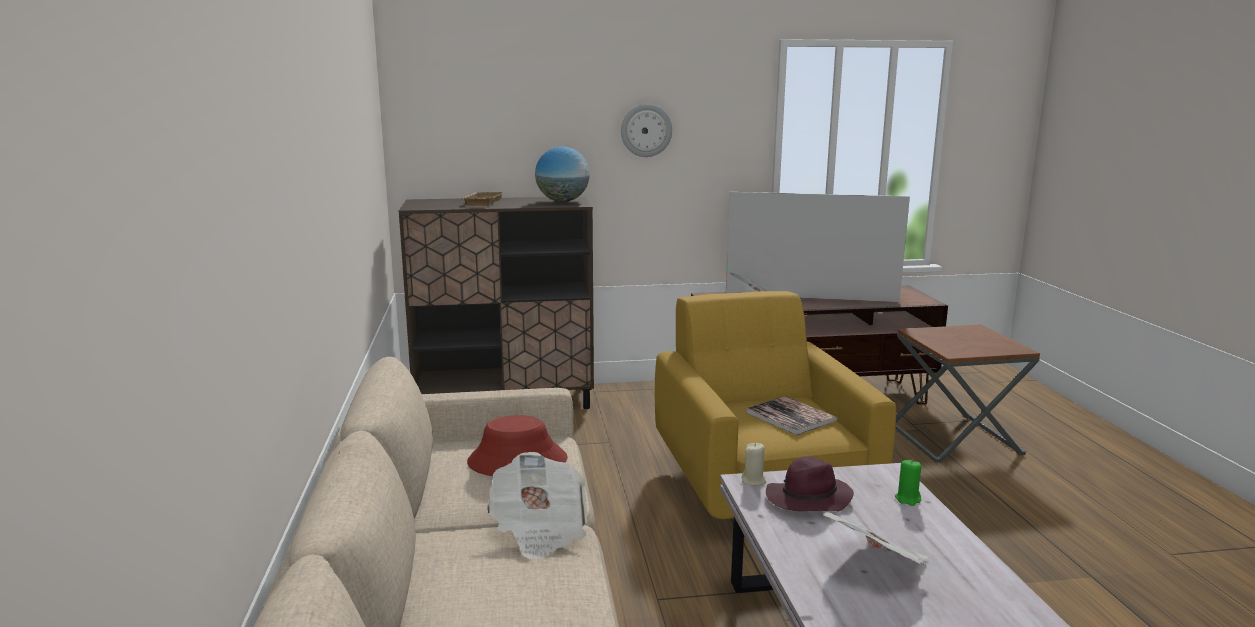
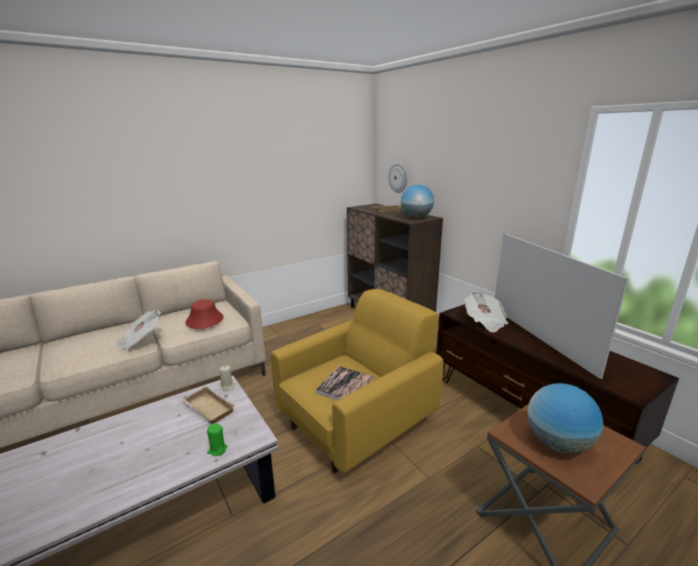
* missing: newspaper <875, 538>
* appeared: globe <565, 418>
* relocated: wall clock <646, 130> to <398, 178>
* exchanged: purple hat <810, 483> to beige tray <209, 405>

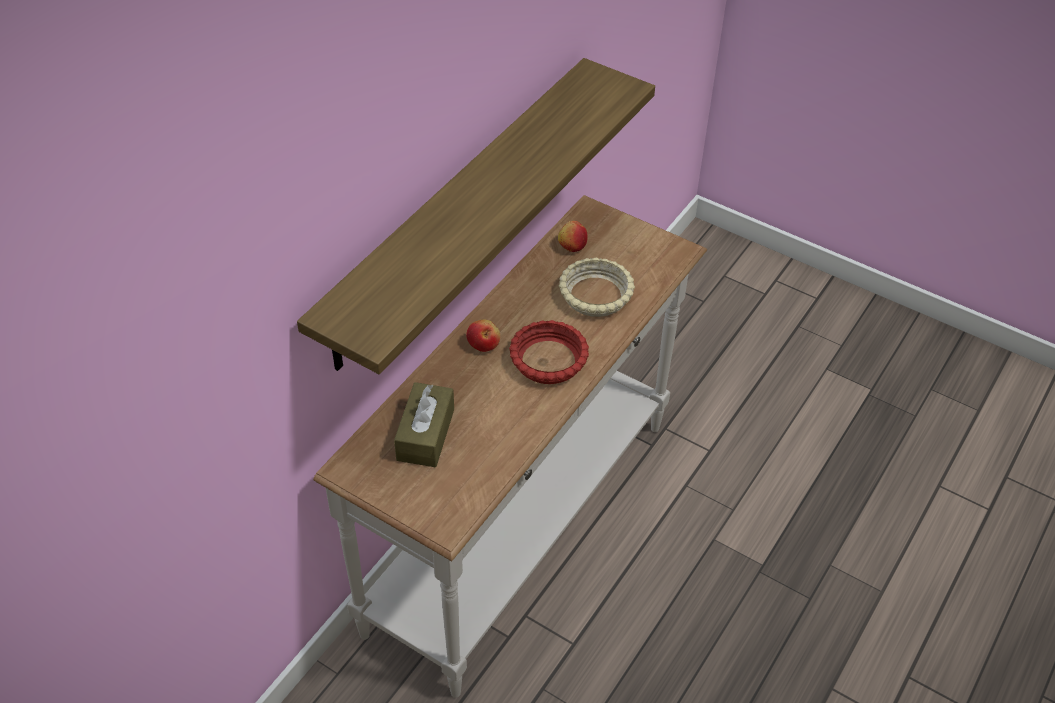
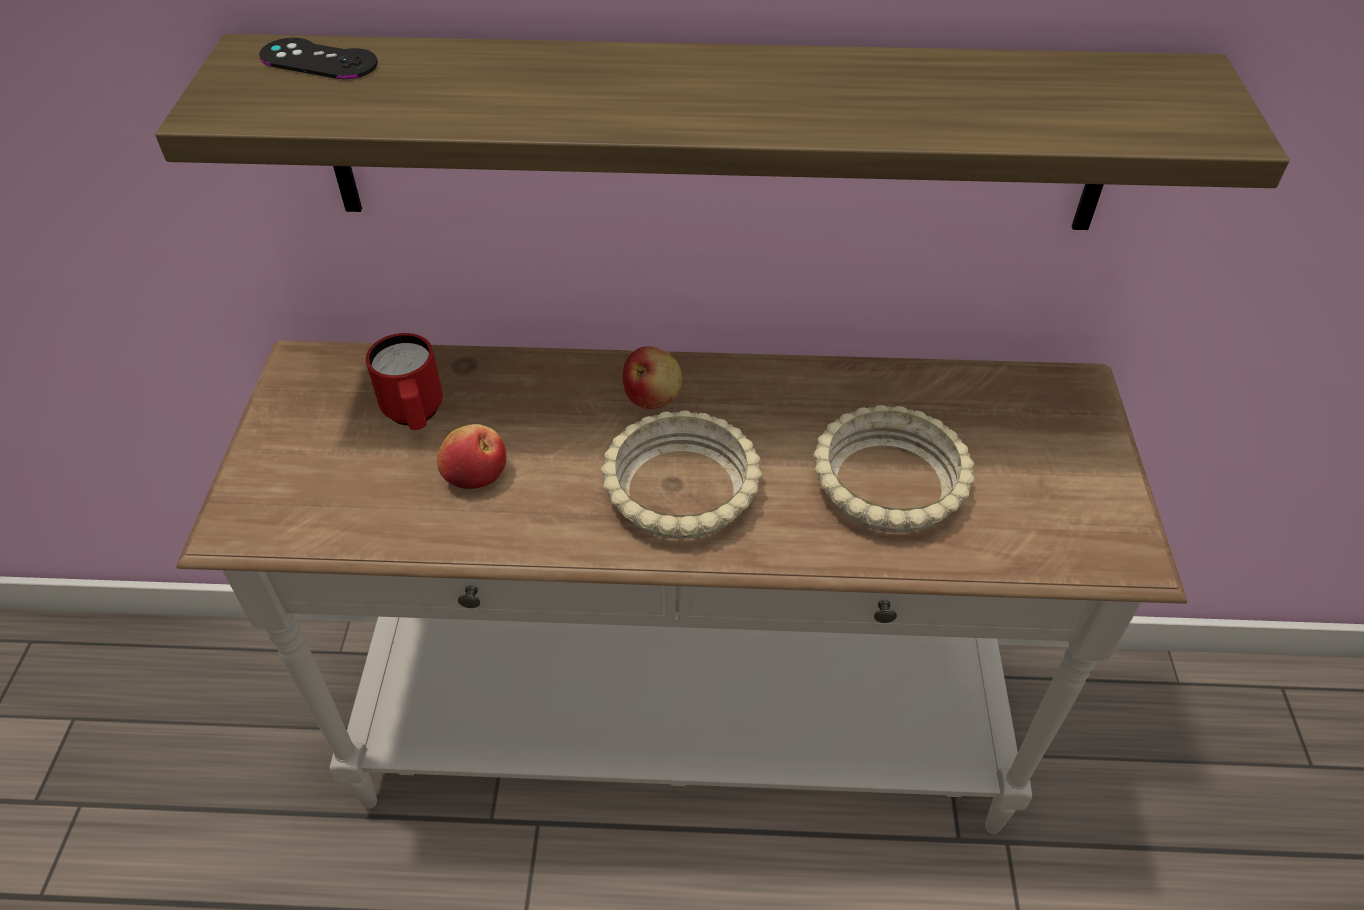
* appeared: black game controller <318, 58>
* relocated: apple <573, 236> to <471, 456>
* exchanged: brown tissue box <424, 424> to red mug <404, 381>
* colour: red bowl <549, 352> to beige bowl <681, 474>

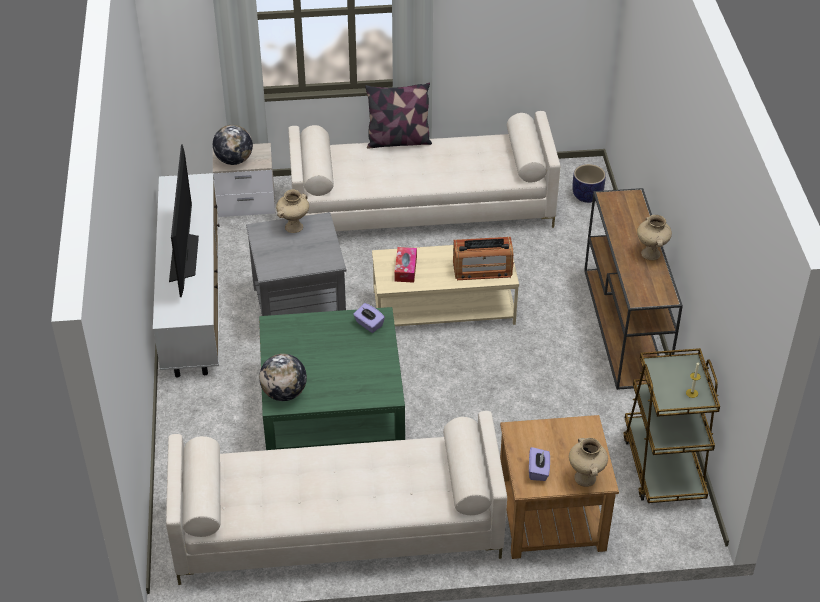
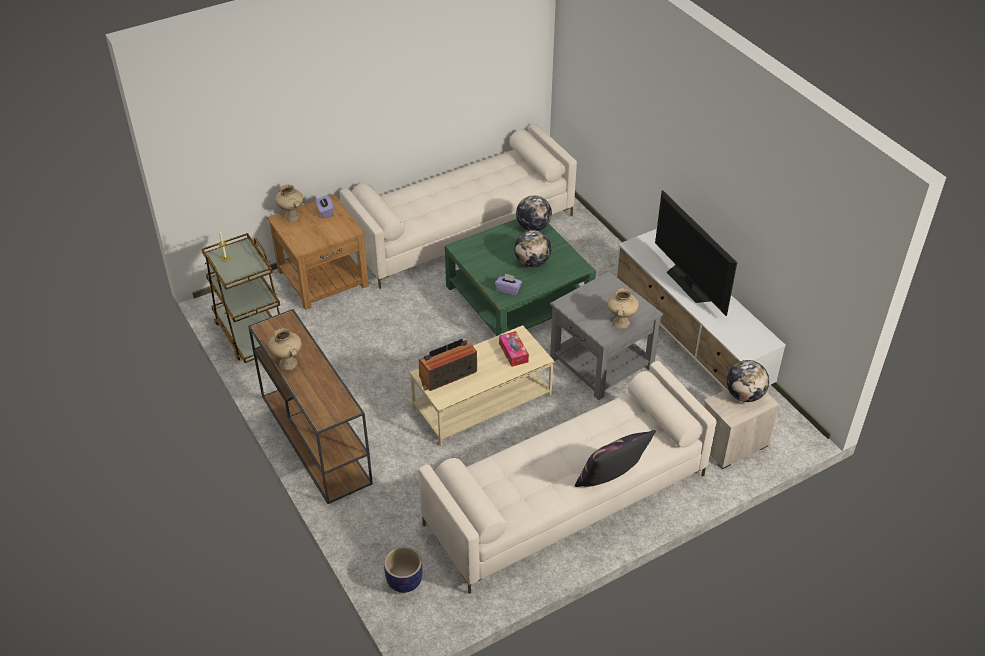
* appeared: globe <533, 248>

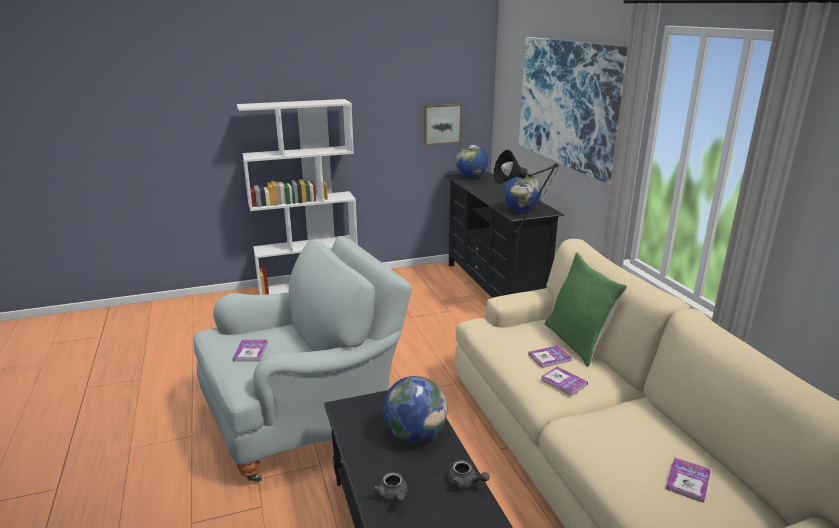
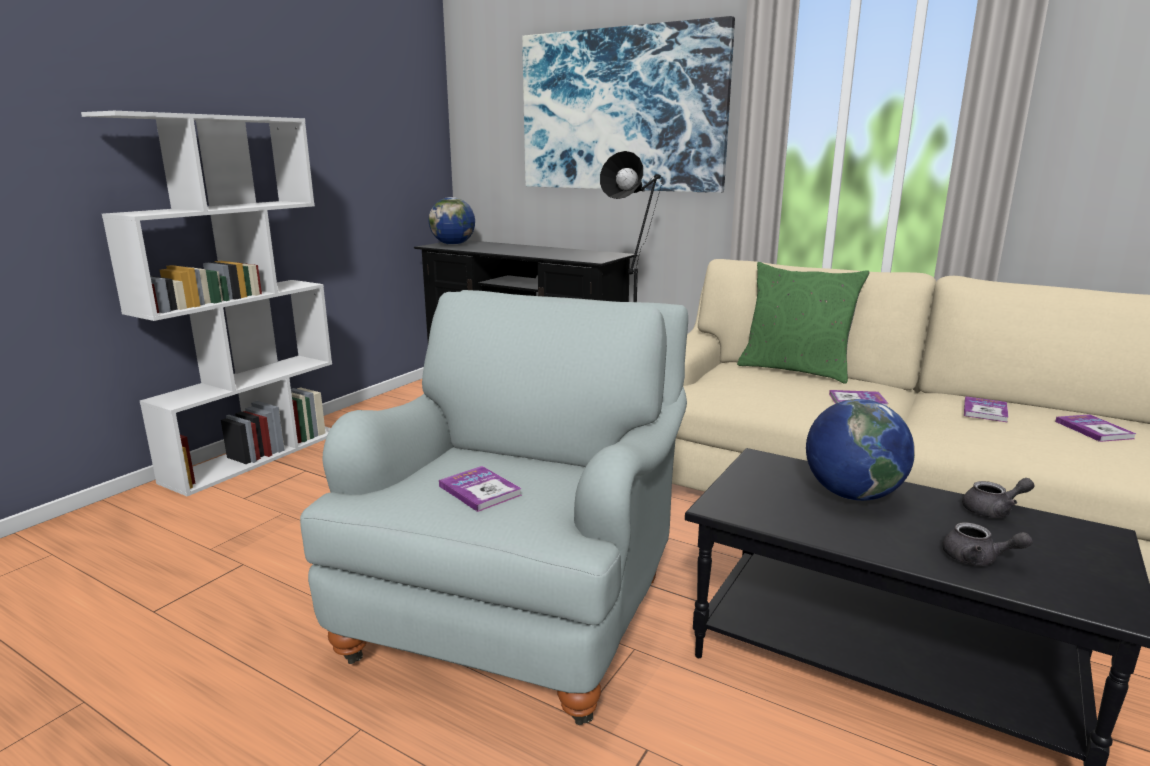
* missing: picture <443, 124>
* missing: globe <522, 193>
* relocated: book <550, 356> to <986, 409>

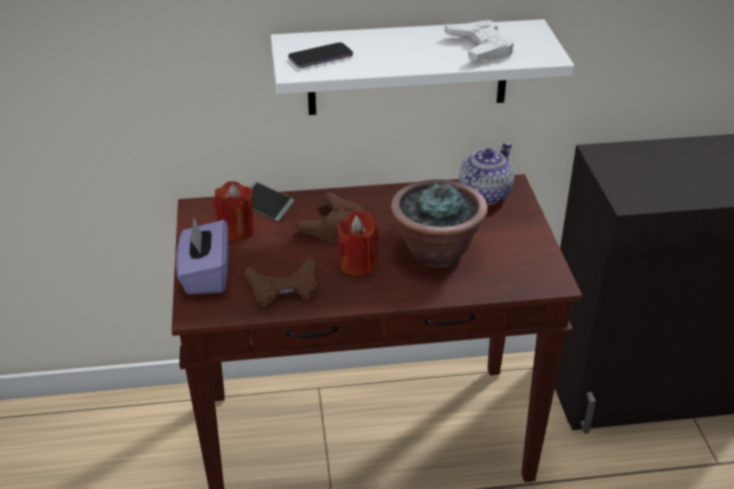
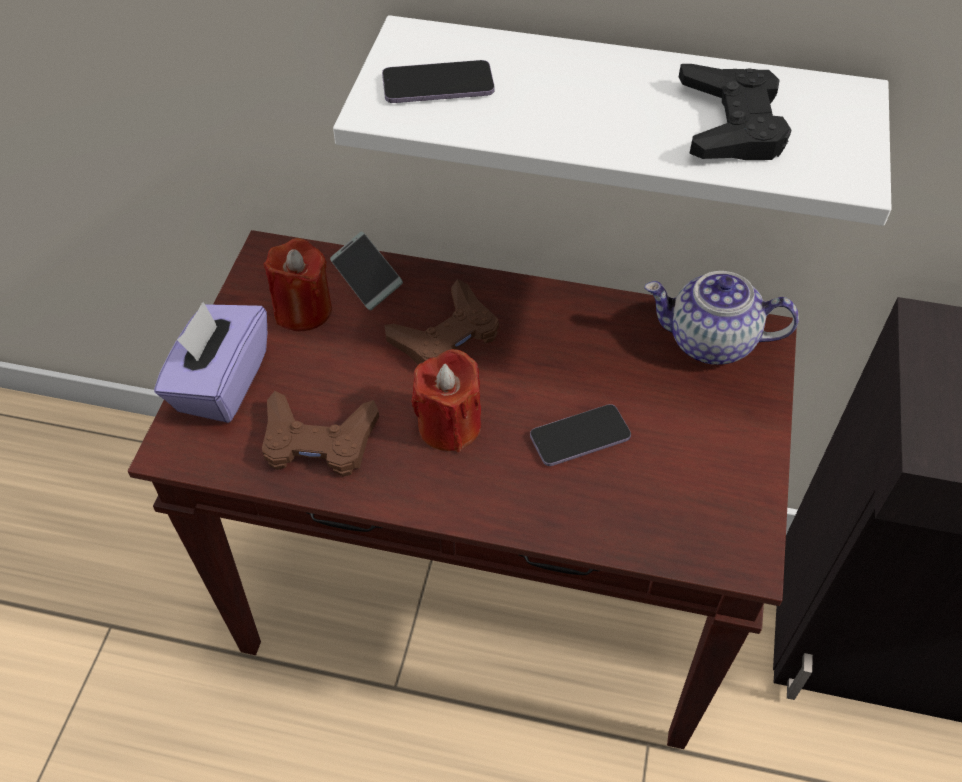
* exchanged: potted plant <439, 223> to phone <580, 435>
* colour: white game controller <479, 40> to black game controller <735, 112>
* spun: teapot <486, 173> = <721, 318> 135 degrees counterclockwise

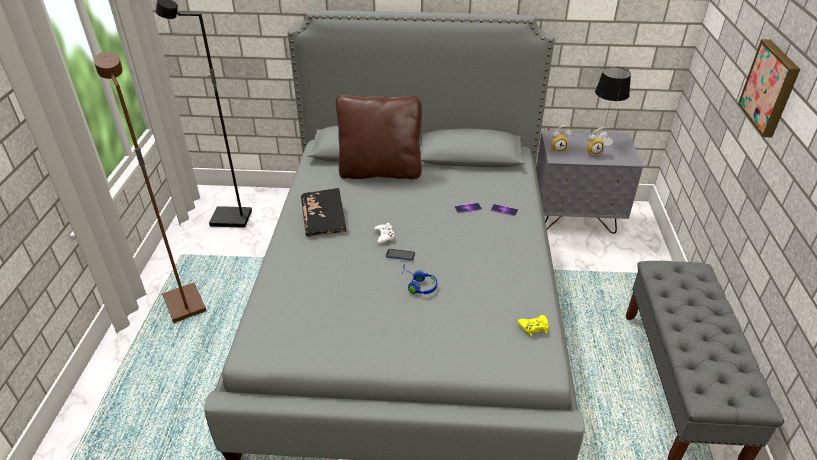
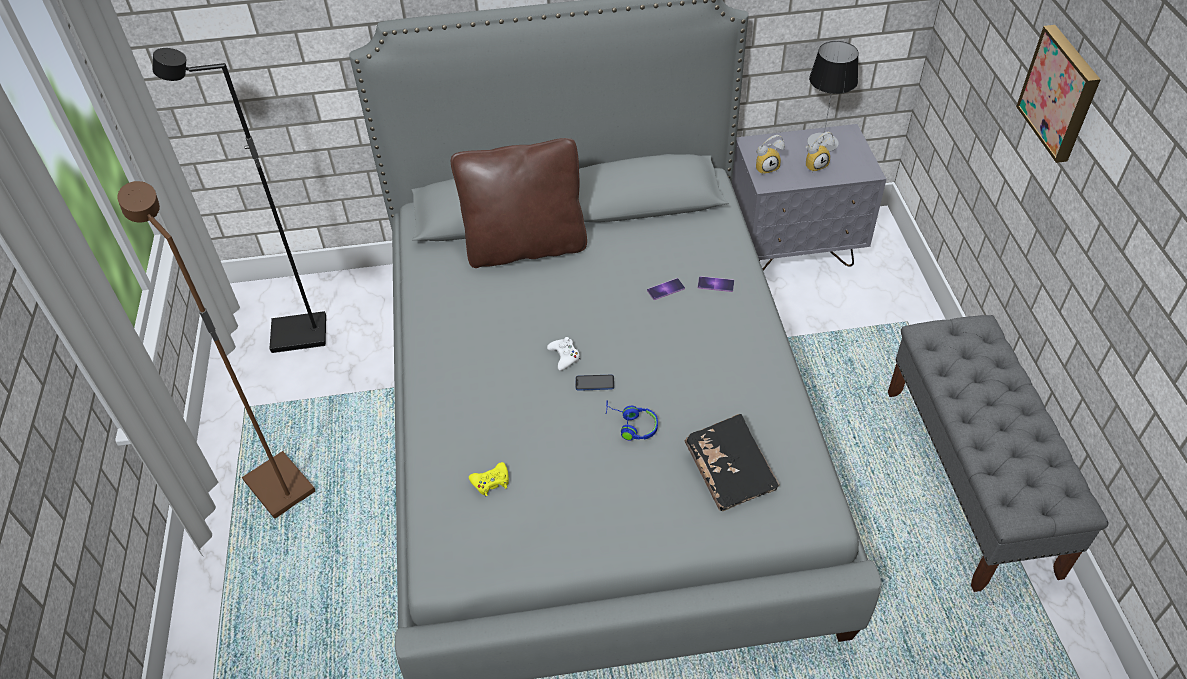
* relocated: black book <324, 212> to <732, 462>
* relocated: yellow game controller <533, 326> to <489, 479>

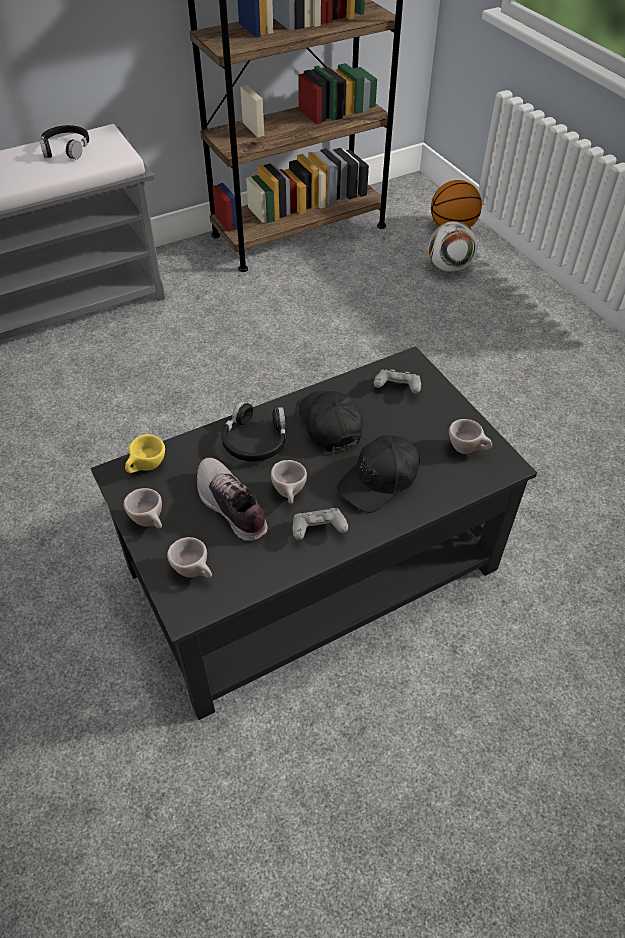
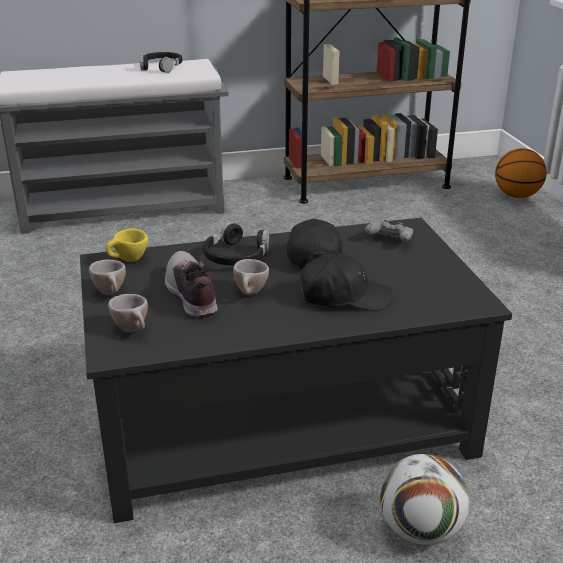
* missing: grey game controller <320, 524>
* missing: beige cup <470, 436>
* relocated: football <453, 246> to <424, 499>
* spun: black cap <378, 474> = <346, 282> 150 degrees counterclockwise

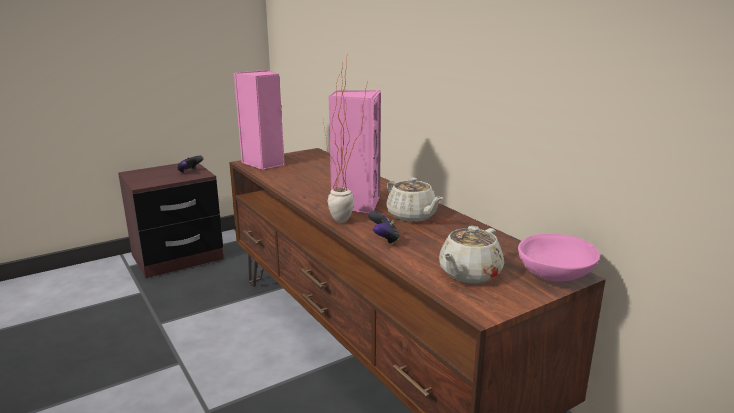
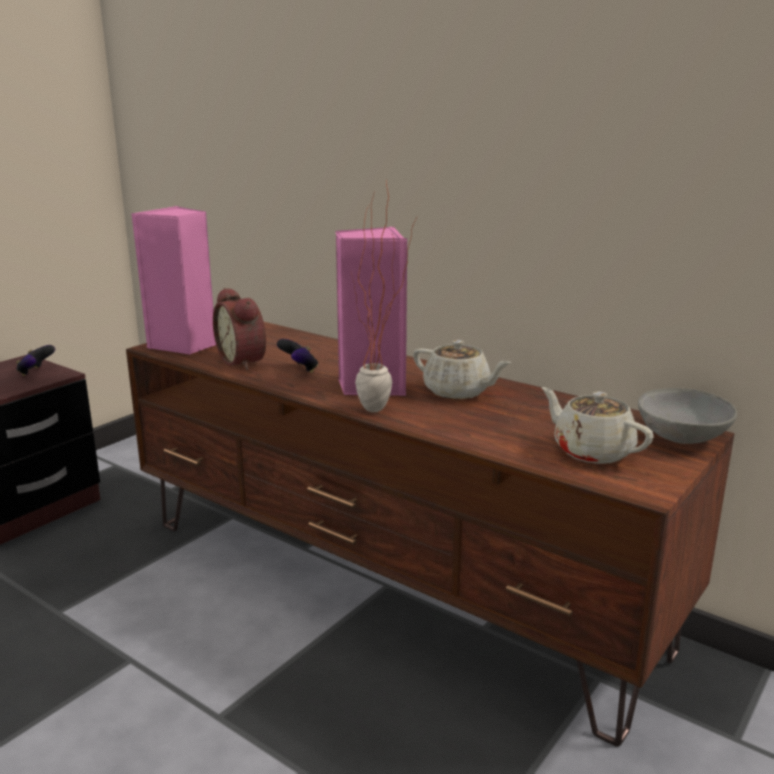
* appeared: alarm clock <239, 329>
* relocated: game controller <384, 228> to <298, 356>
* colour: pink bowl <559, 257> to grey bowl <687, 416>
* spun: beige teapot <471, 254> = <598, 425> 120 degrees clockwise

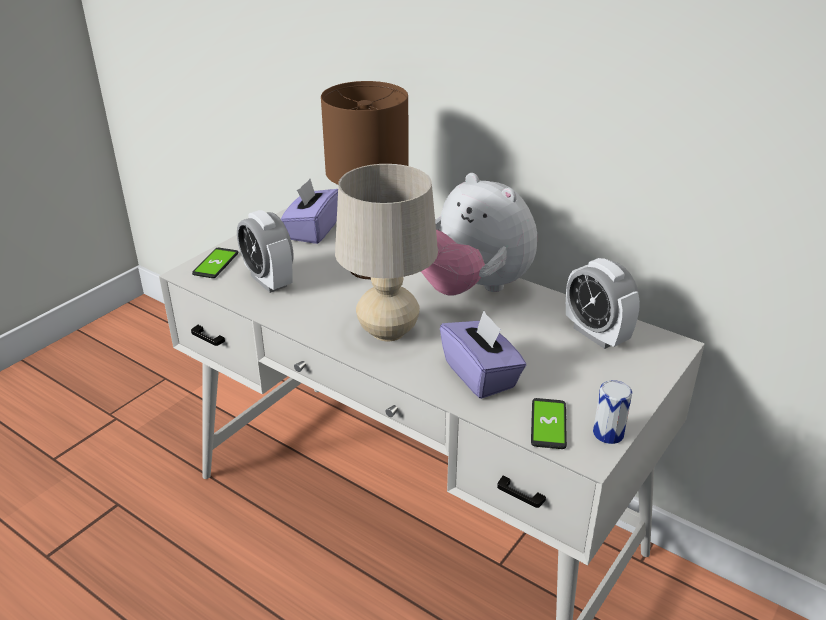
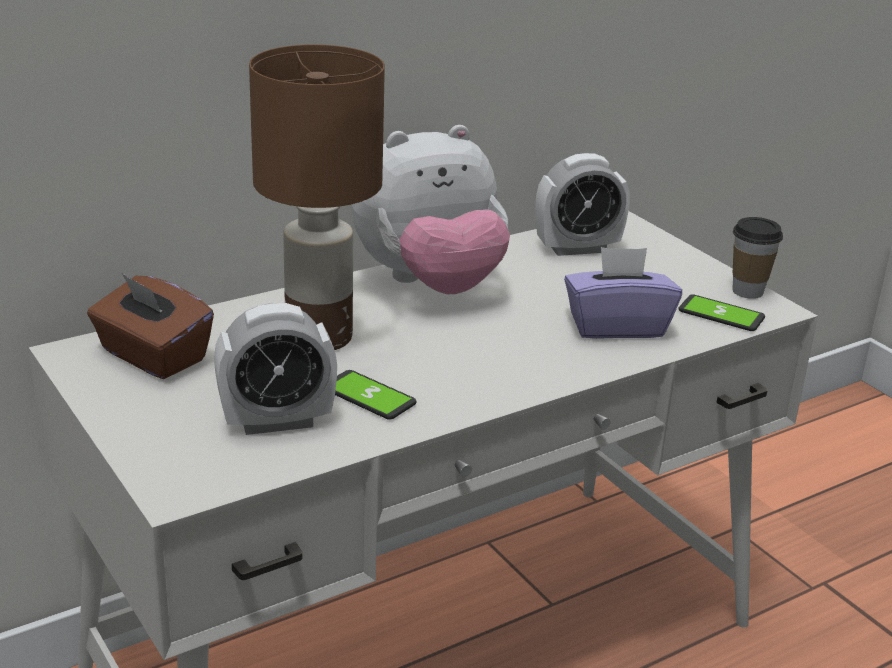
* missing: beige table lamp <386, 252>
* relocated: phone <215, 263> to <376, 395>
* exchanged: can <612, 412> to cup <757, 258>
* colour: purple tissue box <309, 211> to brown tissue box <150, 326>

